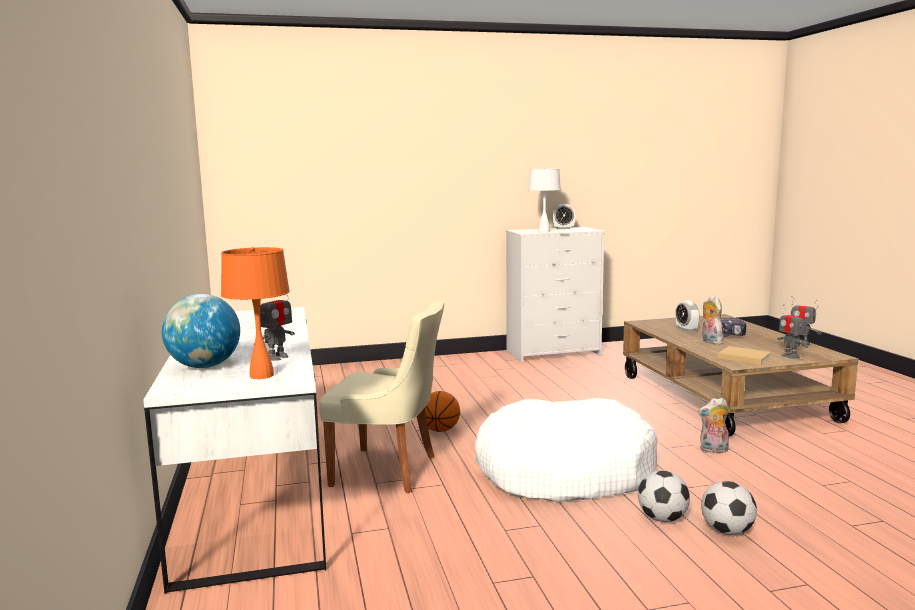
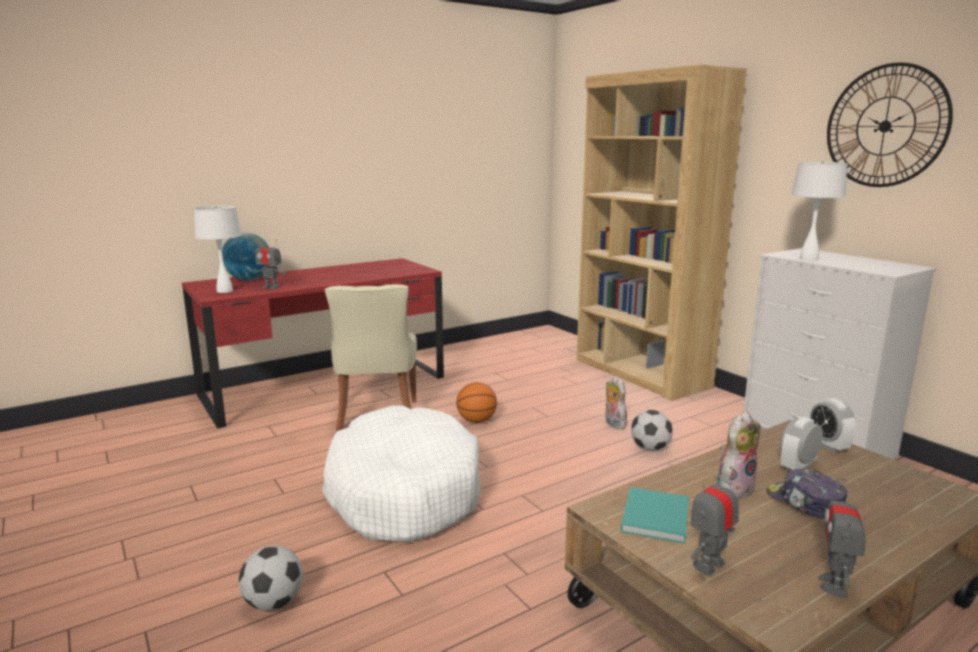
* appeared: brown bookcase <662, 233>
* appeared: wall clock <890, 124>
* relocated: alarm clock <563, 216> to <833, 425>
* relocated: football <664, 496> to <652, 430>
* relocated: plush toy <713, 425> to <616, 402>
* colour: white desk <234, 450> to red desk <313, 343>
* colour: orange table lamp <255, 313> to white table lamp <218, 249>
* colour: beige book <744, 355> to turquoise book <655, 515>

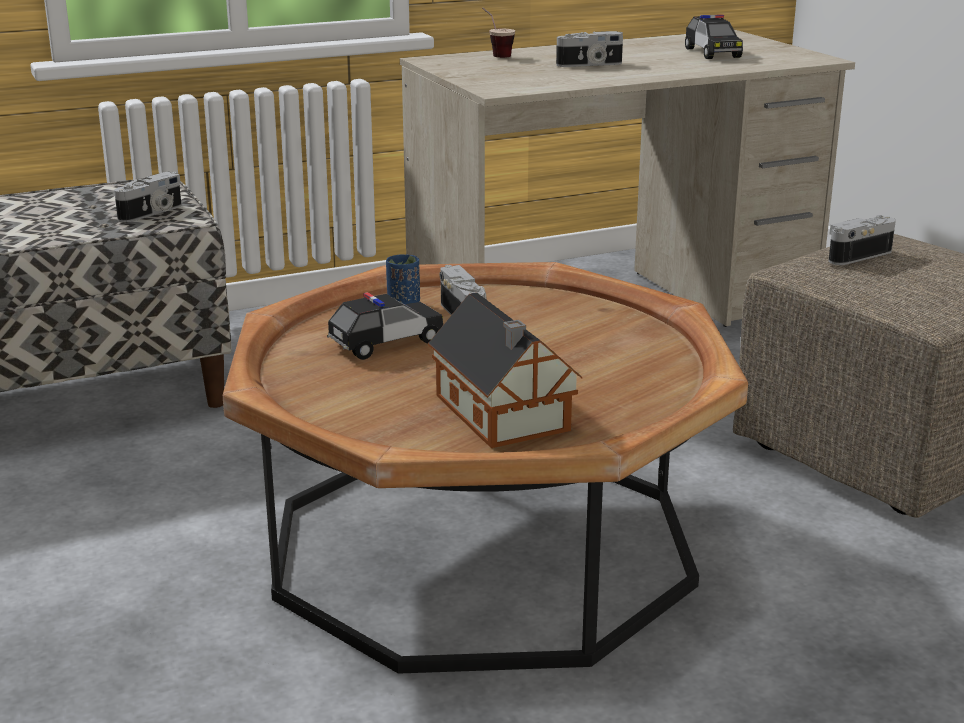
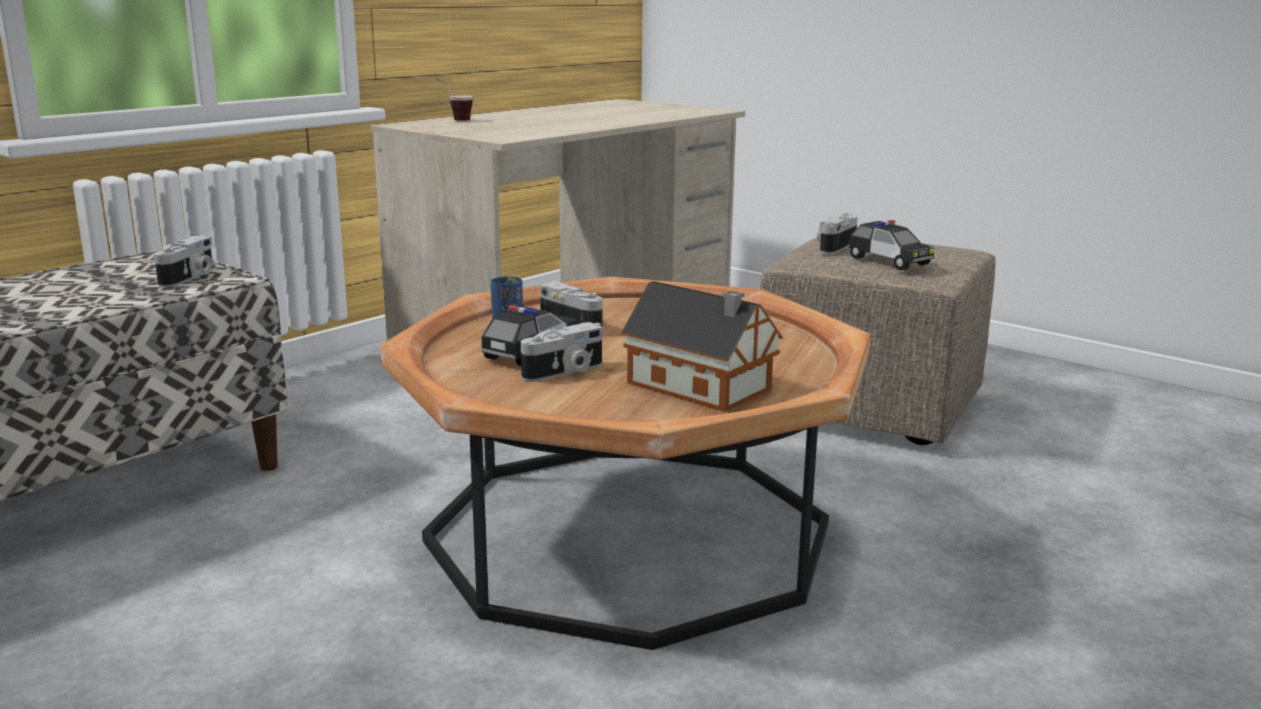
* relocated: photo camera <589, 49> to <562, 352>
* relocated: toy car <714, 36> to <891, 245>

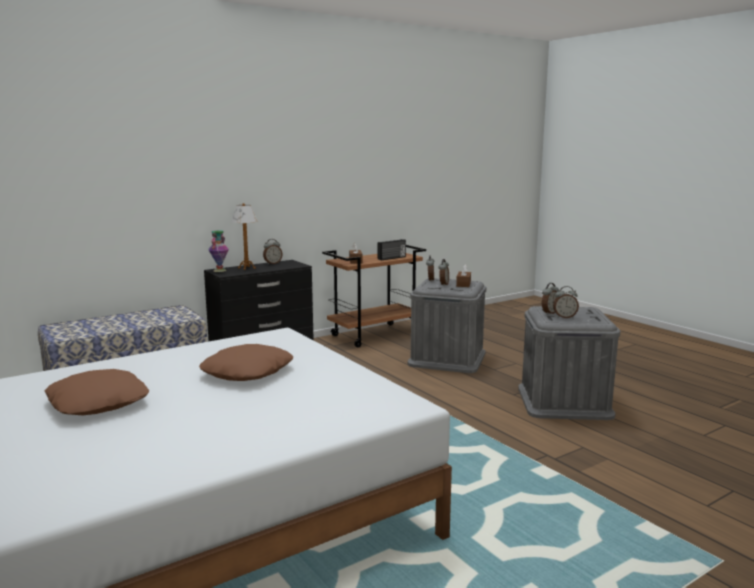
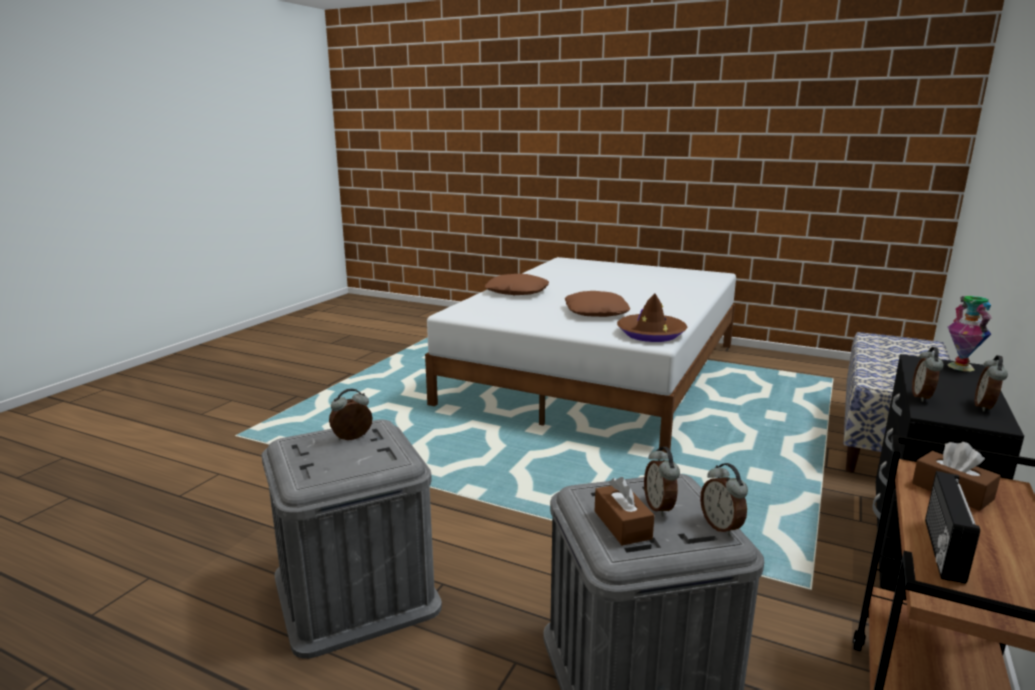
* missing: table lamp <244, 236>
* appeared: brown hat <652, 318>
* relocated: brown pillow <97, 392> to <517, 284>
* relocated: alarm clock <550, 299> to <928, 374>

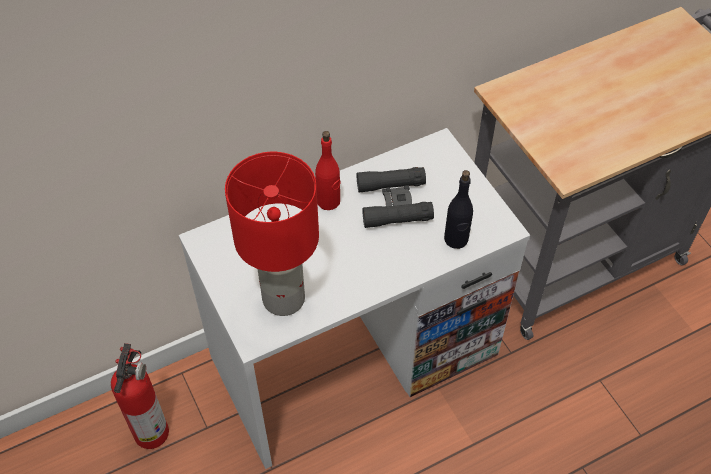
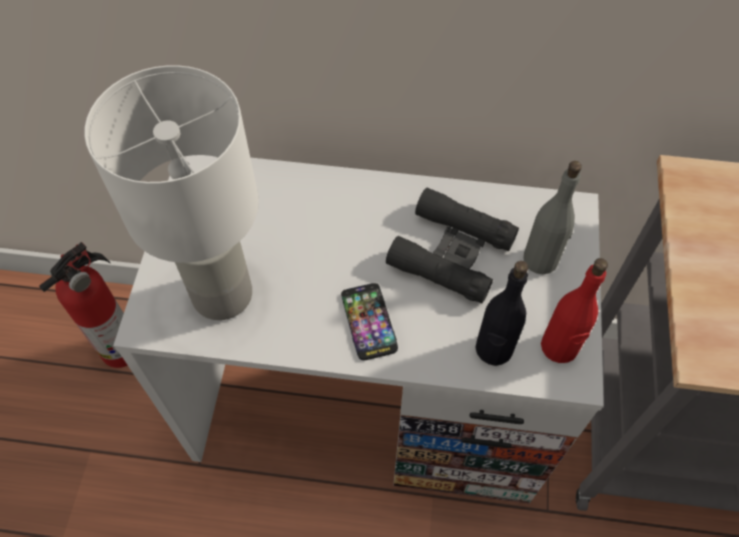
* appeared: phone <369, 321>
* appeared: grey bottle <552, 217>
* relocated: red bottle <328, 170> to <574, 310>
* colour: red table lamp <272, 234> to white table lamp <171, 192>

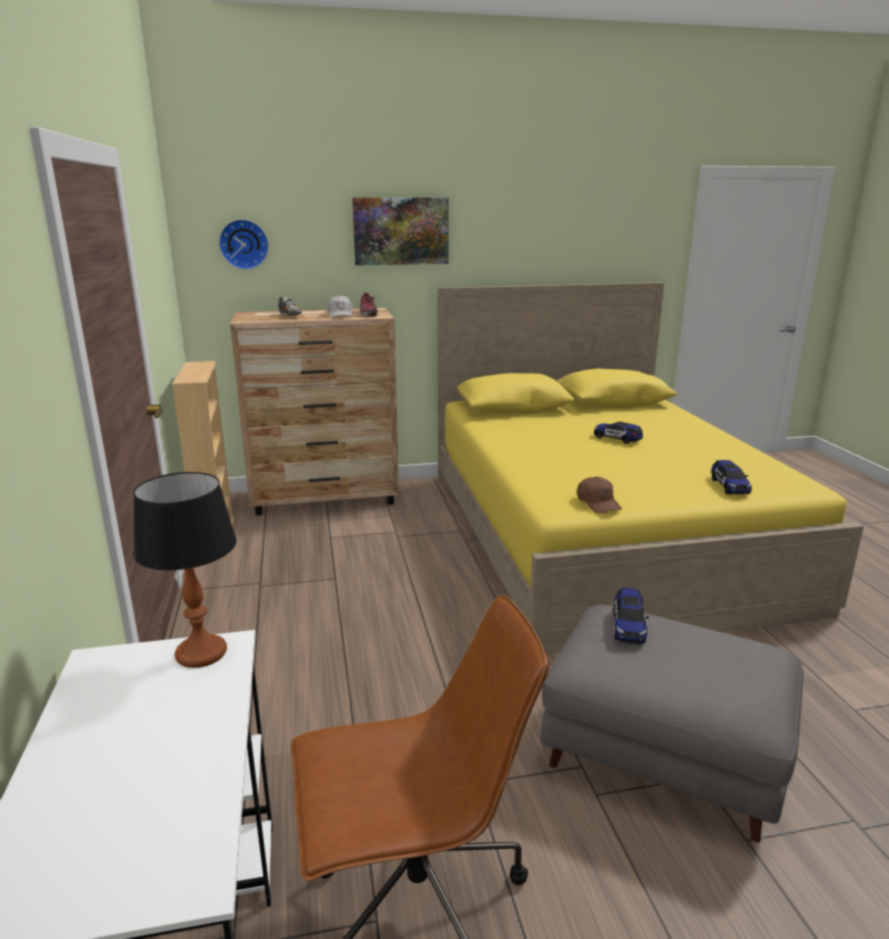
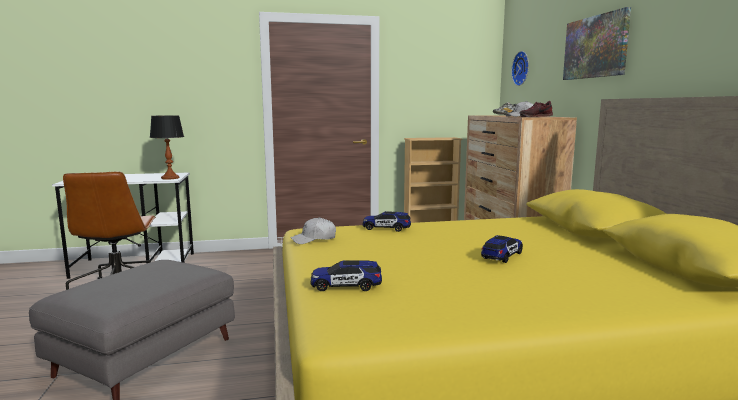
* relocated: toy car <631, 616> to <387, 221>
* colour: brown cap <599, 495> to white cap <313, 230>

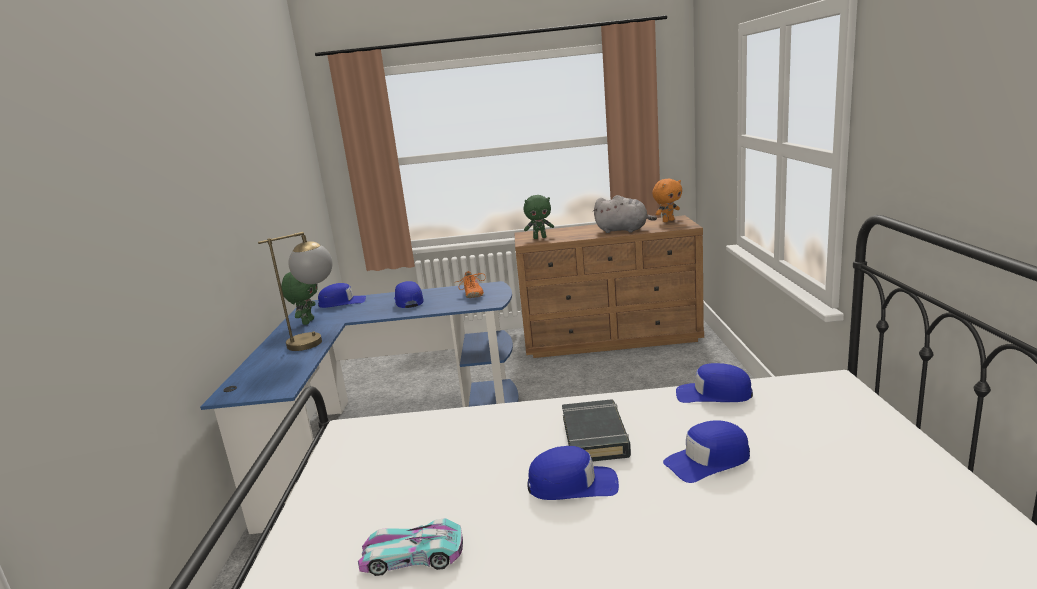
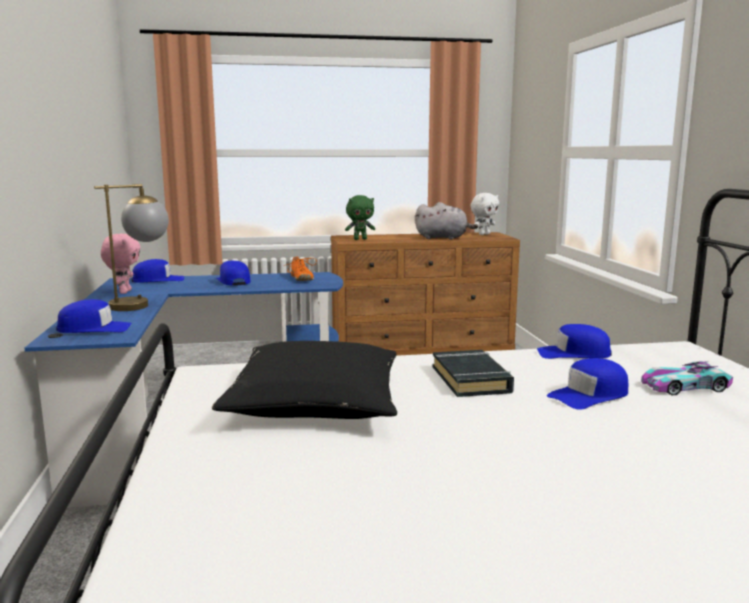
* appeared: black pillow <304, 380>
* relocated: toy car <410, 547> to <687, 378>
* relocated: blue cap <573, 473> to <94, 316>
* colour: green plush toy <299, 298> to pink plush toy <121, 264>
* colour: orange plush toy <667, 200> to white plush toy <485, 214>

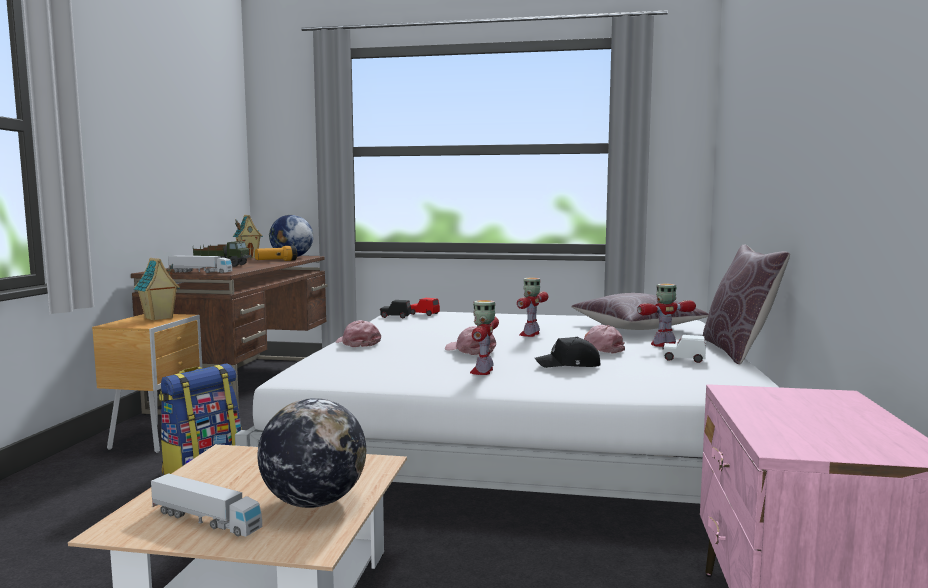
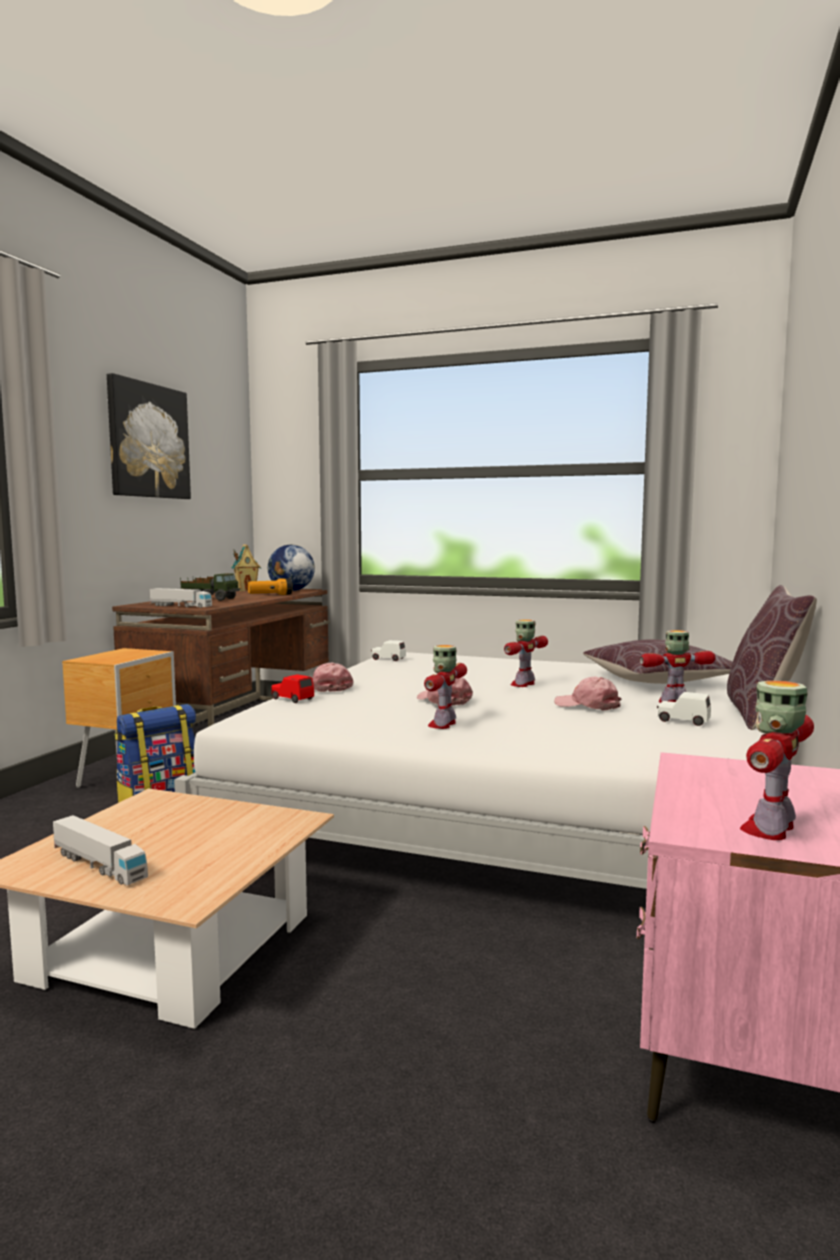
* missing: toy house <157, 289>
* missing: globe <312, 453>
* missing: black cap <567, 352>
* appeared: picture <149, 436>
* appeared: toy robot <777, 760>
* relocated: red toy car <425, 307> to <292, 688>
* colour: black toy car <395, 309> to white toy car <388, 650>

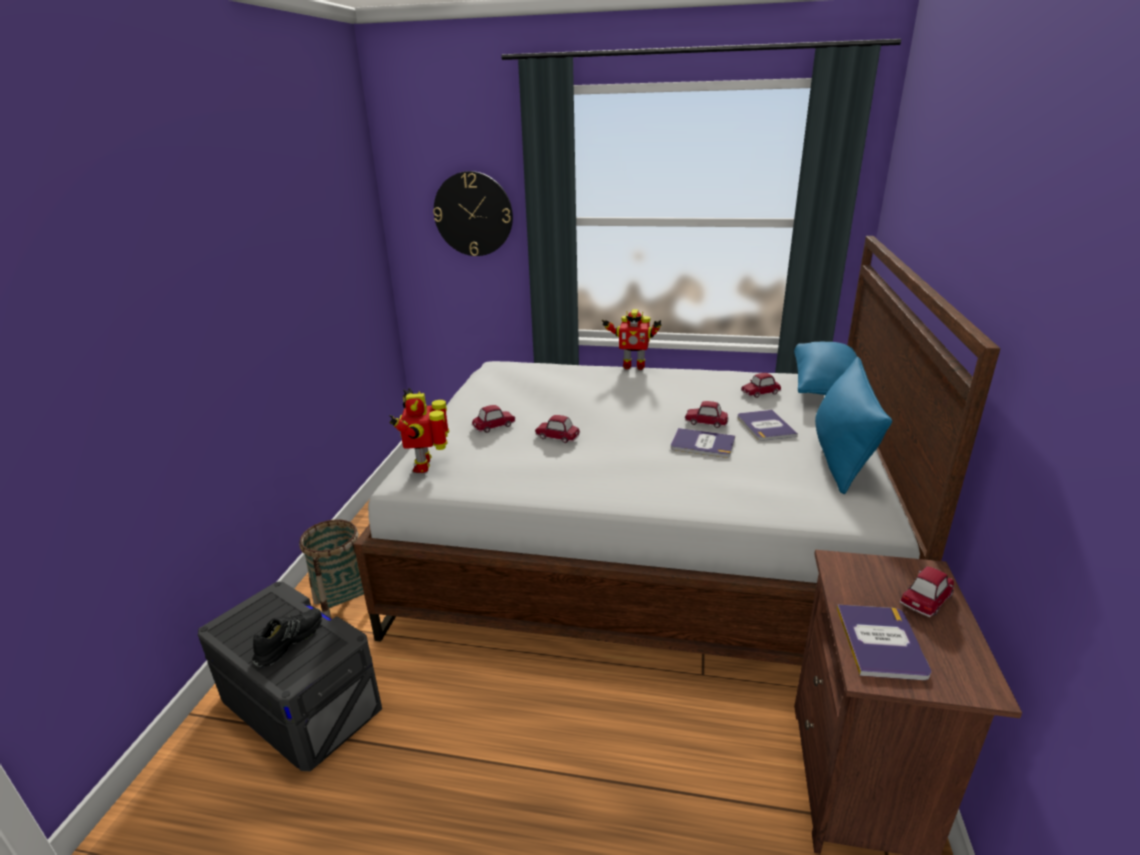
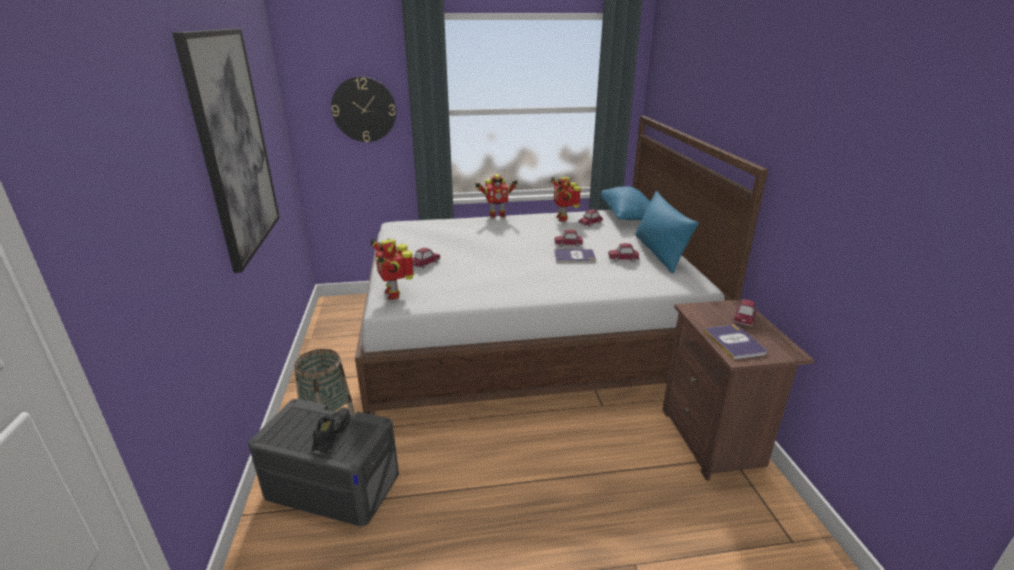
* missing: book <767, 425>
* appeared: picture <226, 151>
* appeared: toy robot <566, 199>
* relocated: toy car <557, 429> to <623, 252>

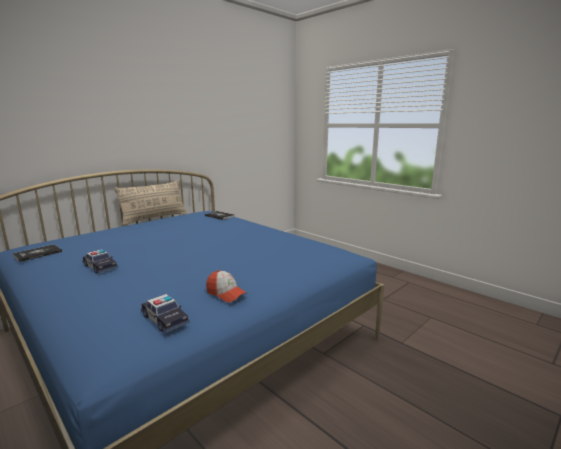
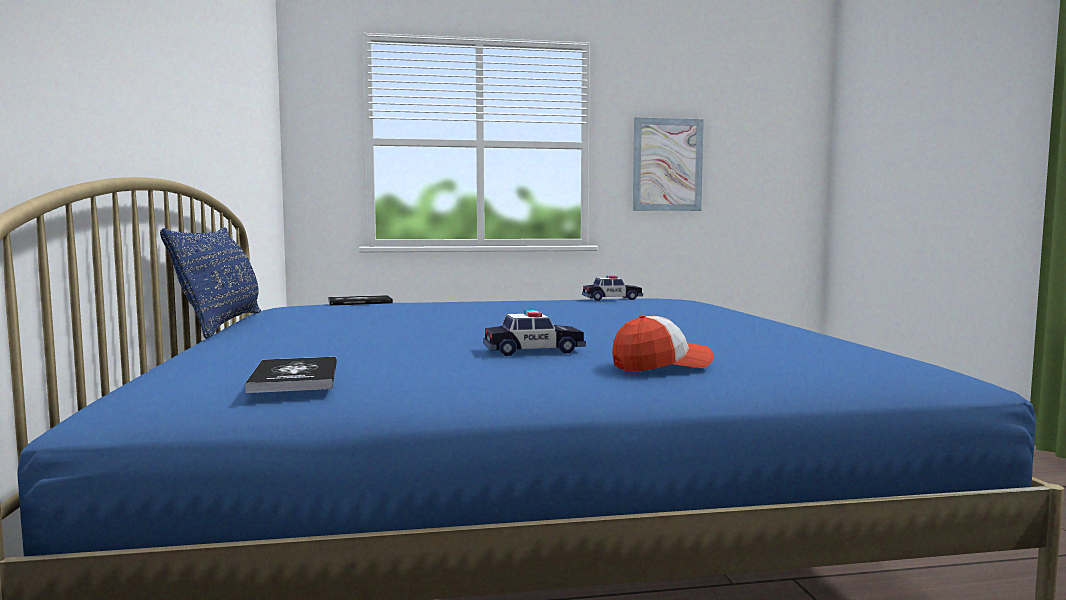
* appeared: picture <668, 164>
* relocated: toy car <165, 313> to <612, 288>
* relocated: cap <226, 286> to <663, 343>
* colour: beige pillow <150, 203> to blue pillow <210, 283>

